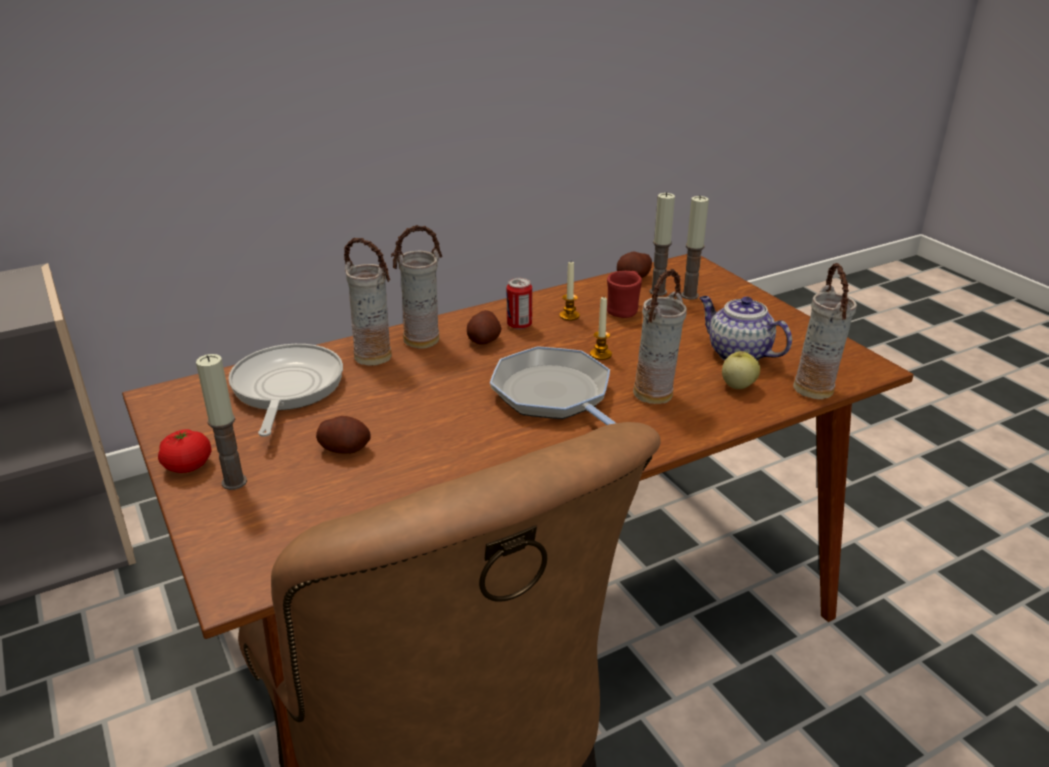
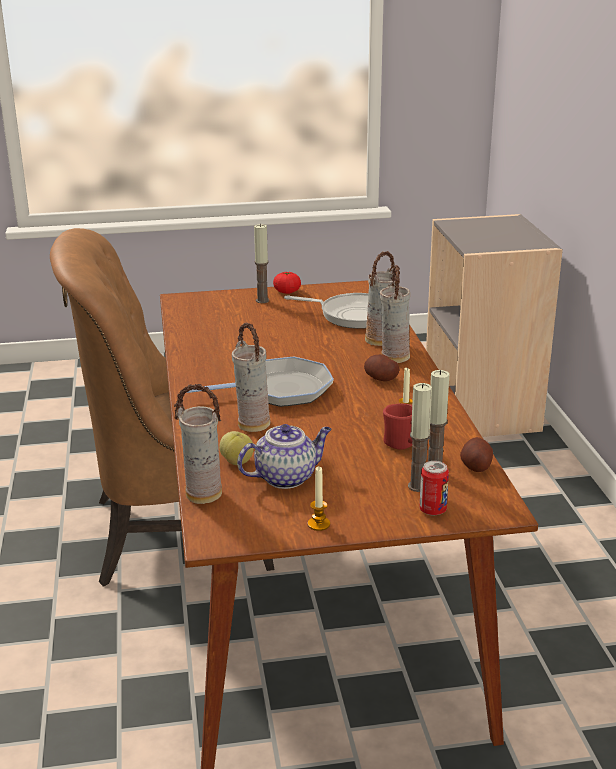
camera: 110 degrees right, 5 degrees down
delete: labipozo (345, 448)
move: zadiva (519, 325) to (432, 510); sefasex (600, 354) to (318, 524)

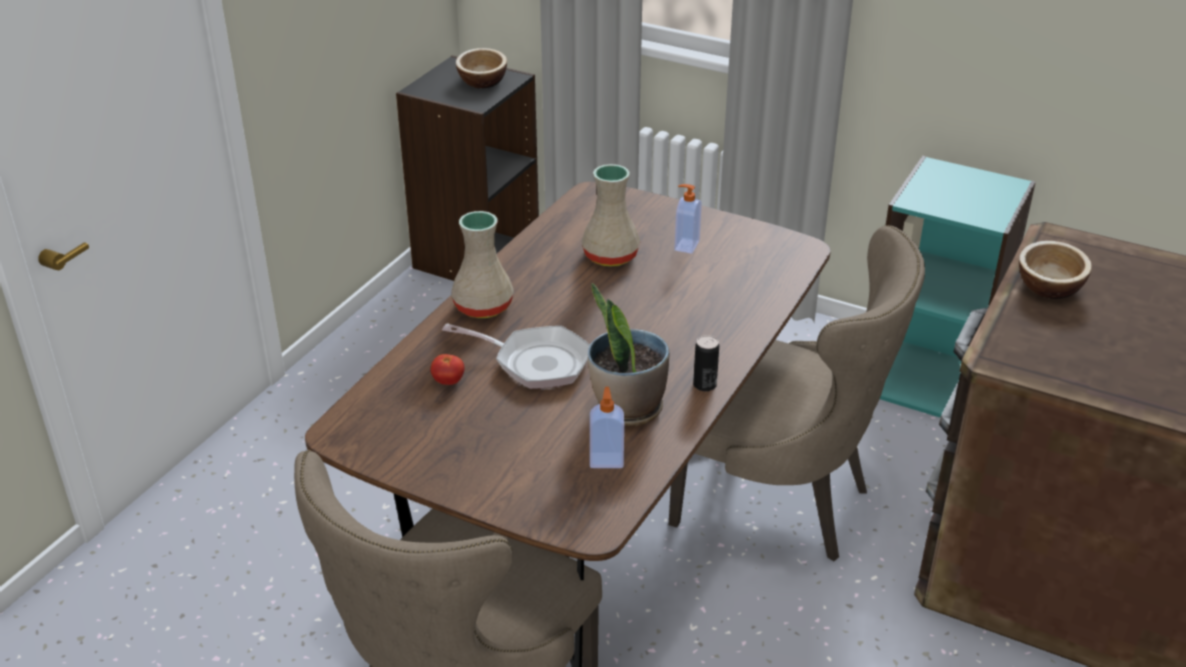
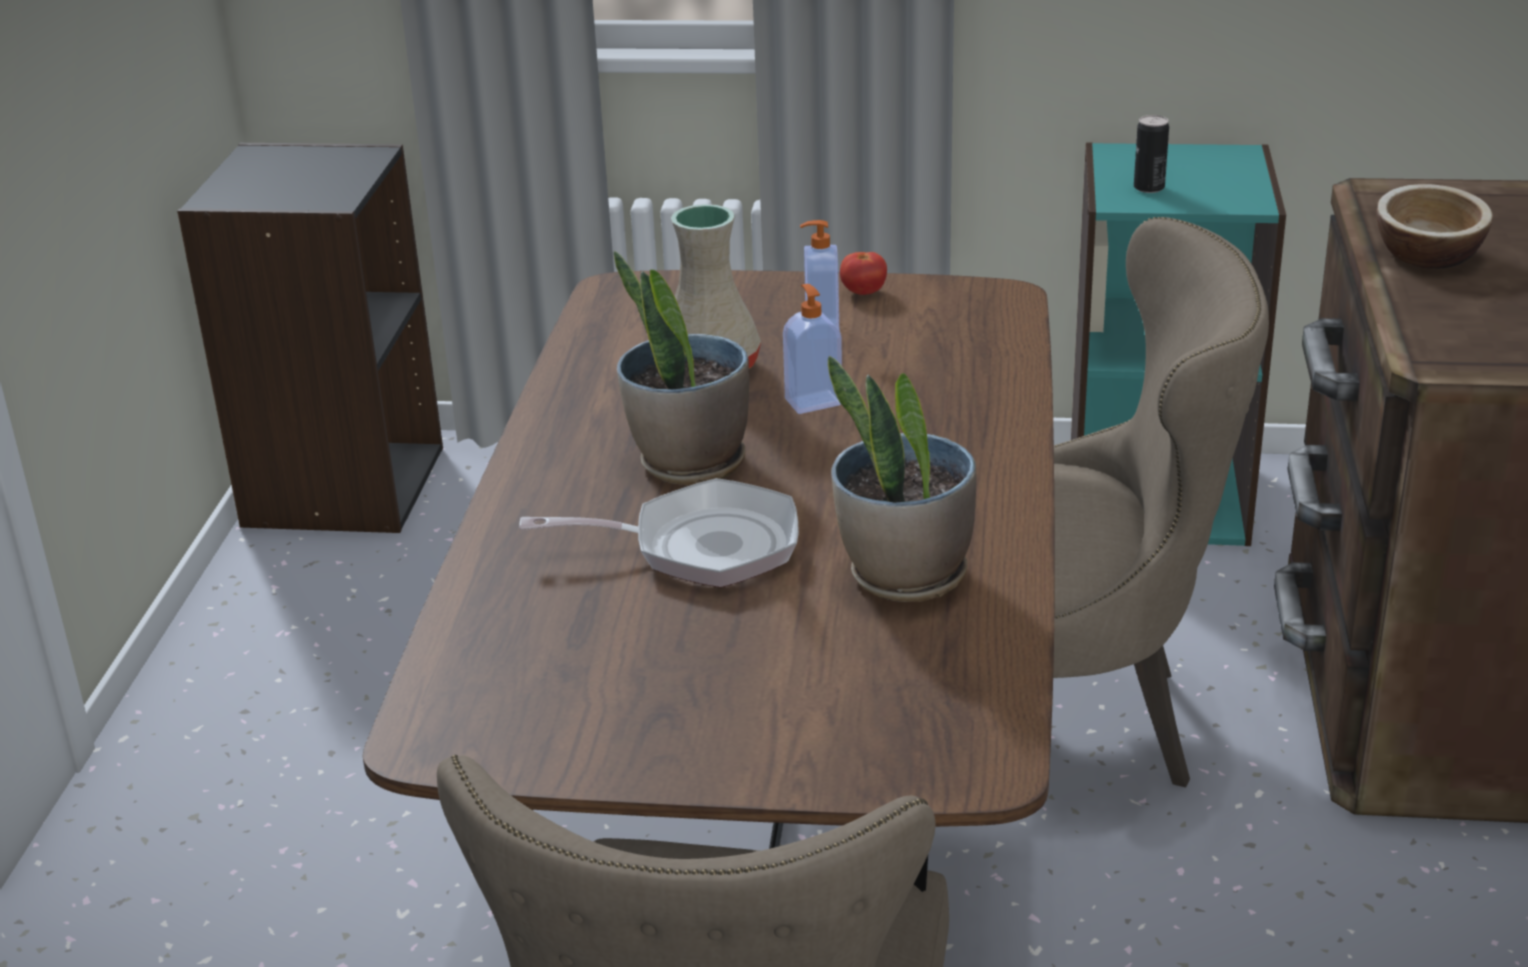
camera: 20 degrees left, 5 degrees down
delete: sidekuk (482, 81); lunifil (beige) (484, 306)
insert: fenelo (689, 463)
move: zadiva (704, 385) to (1149, 187); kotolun (448, 381) to (863, 292); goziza (606, 459) to (812, 401)

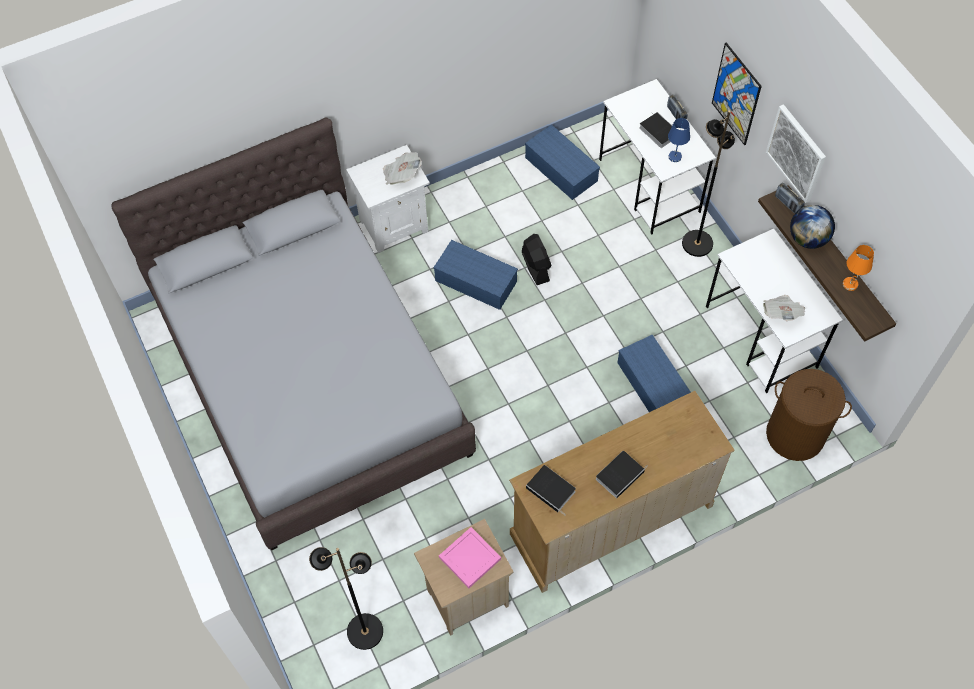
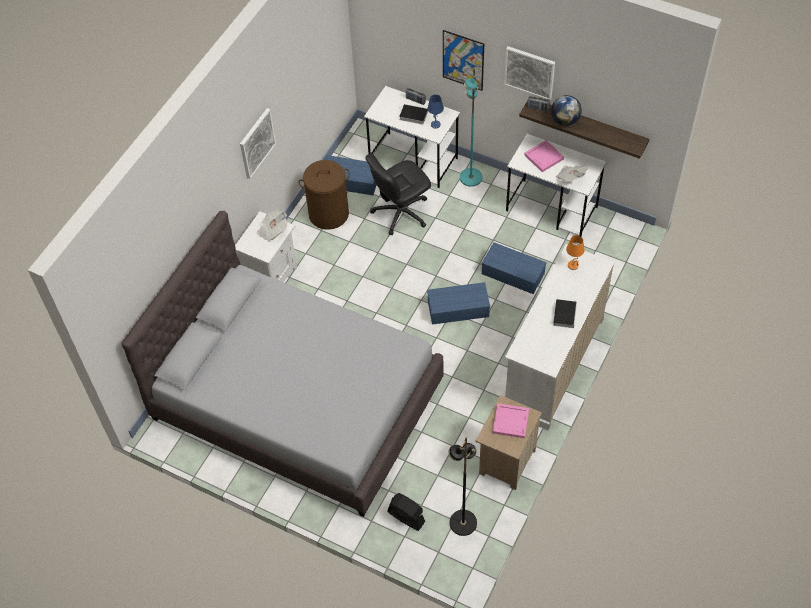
camera: 35 degrees left, 5 degrees down
delete: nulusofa (552, 490)
insert: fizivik (256, 143); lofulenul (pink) (544, 156); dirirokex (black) (400, 212)
move: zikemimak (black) (535, 266) to (406, 516); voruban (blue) (474, 281) to (457, 309); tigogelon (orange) (850, 284) to (573, 265); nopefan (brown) (795, 434) to (328, 214)
recolor: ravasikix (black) (696, 243) to ravasikix (turquoise) (470, 177); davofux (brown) (610, 520) to davofux (white) (552, 364)

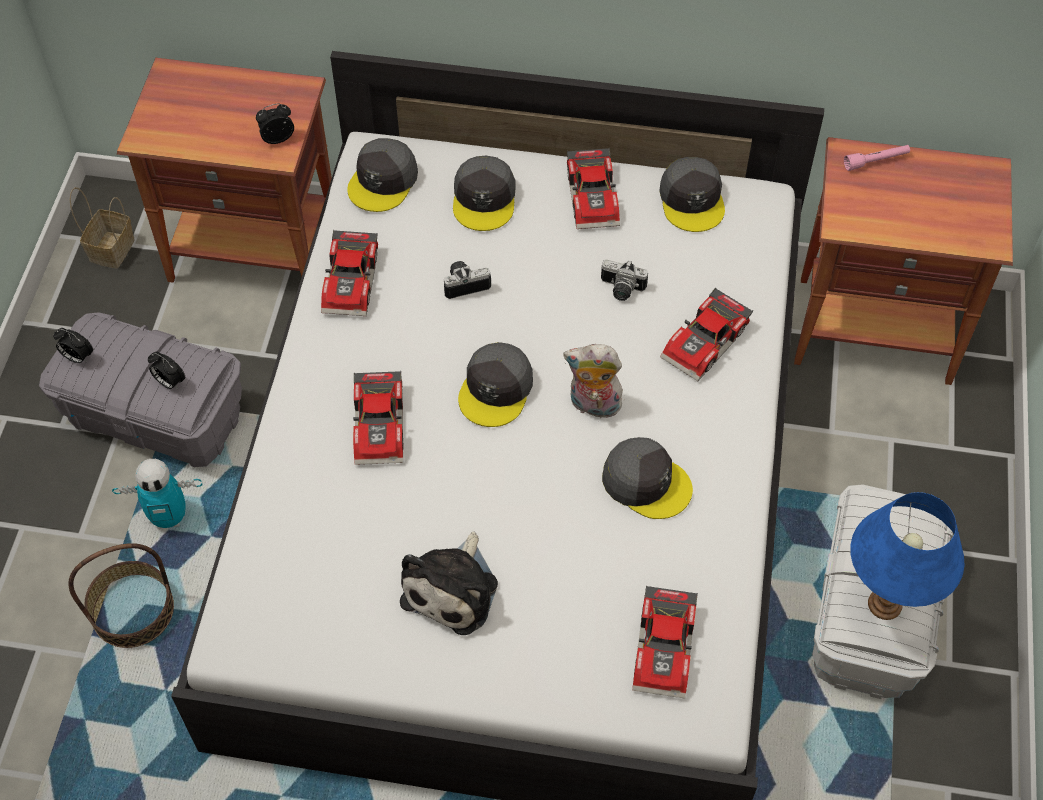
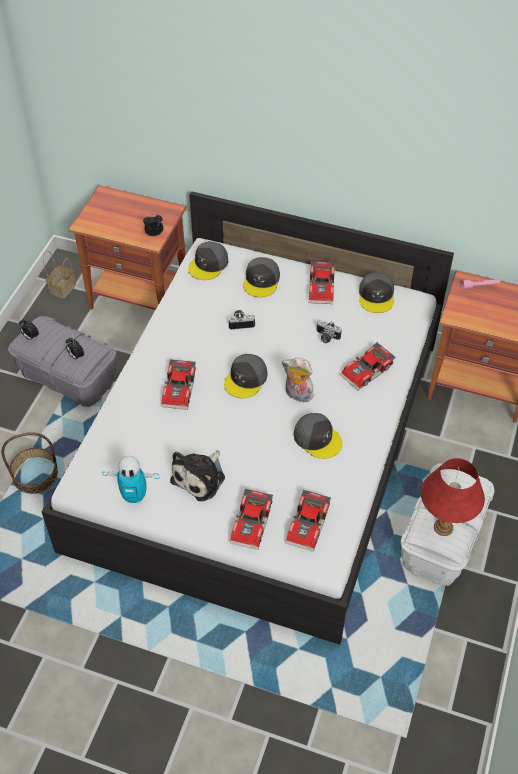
camera: 10 degrees right, 5 degrees down
move: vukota (353, 281) to (253, 523); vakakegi (169, 517) to (134, 496)
recolor: tigogelon (blue) (885, 603) to tigogelon (red) (443, 527)

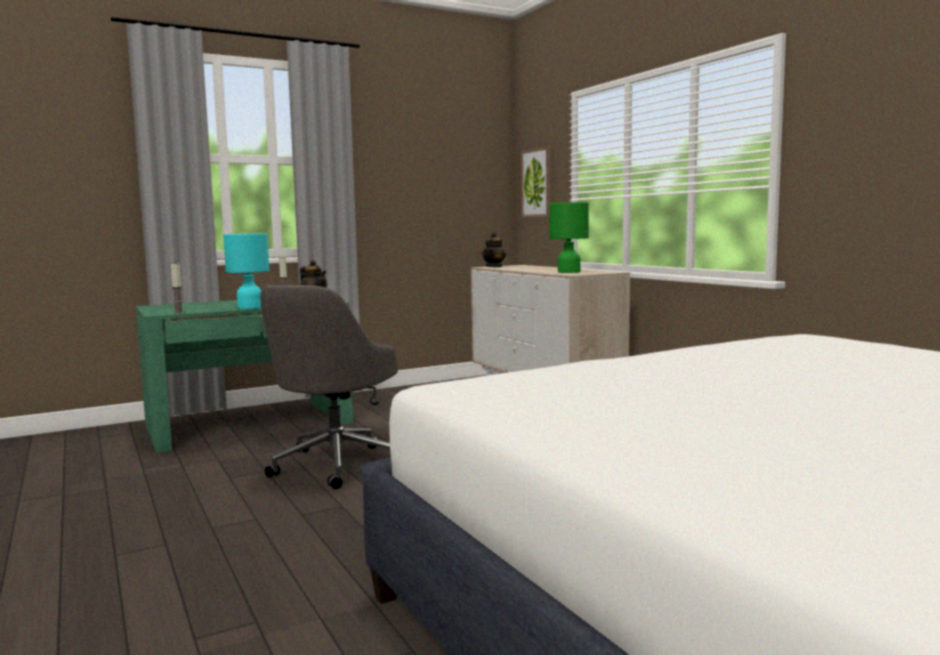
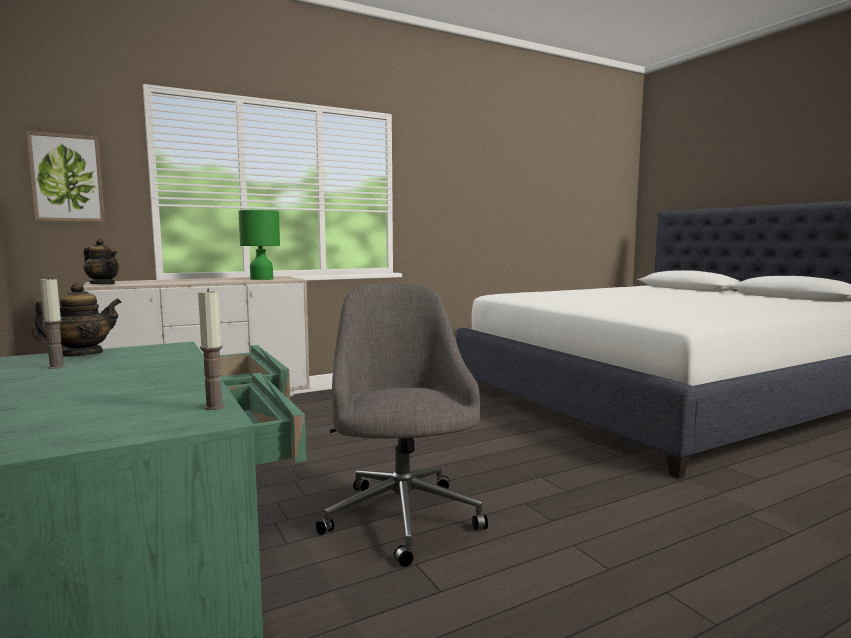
camera: 90 degrees left, 0 degrees up
delete: tigogelon (turquoise) (249, 307)
rotate: dirirokex (grey) (336, 465) = (401, 516) 120 degrees counterclockwise

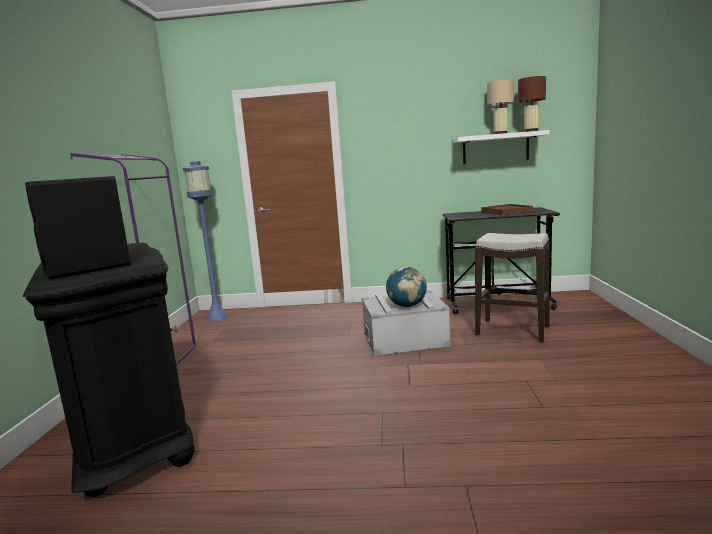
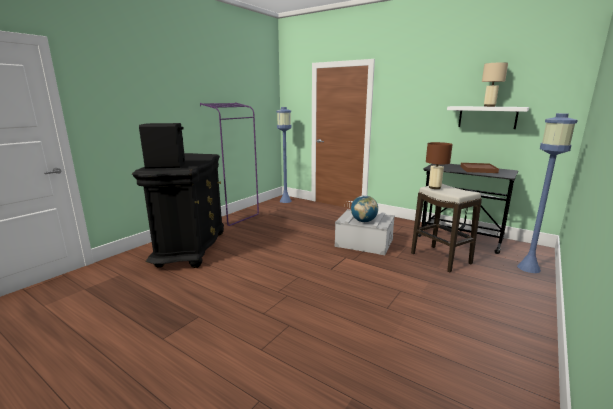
camera: 30 degrees right, 5 degrees up
insert: ravasikix (blue) (528, 268)
move: tigogelon (brown) (531, 131) to (435, 188)

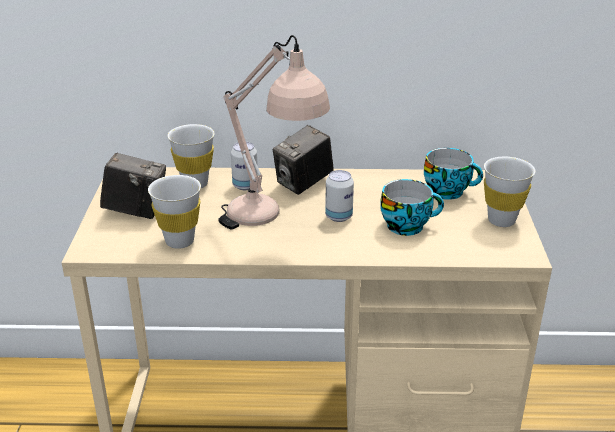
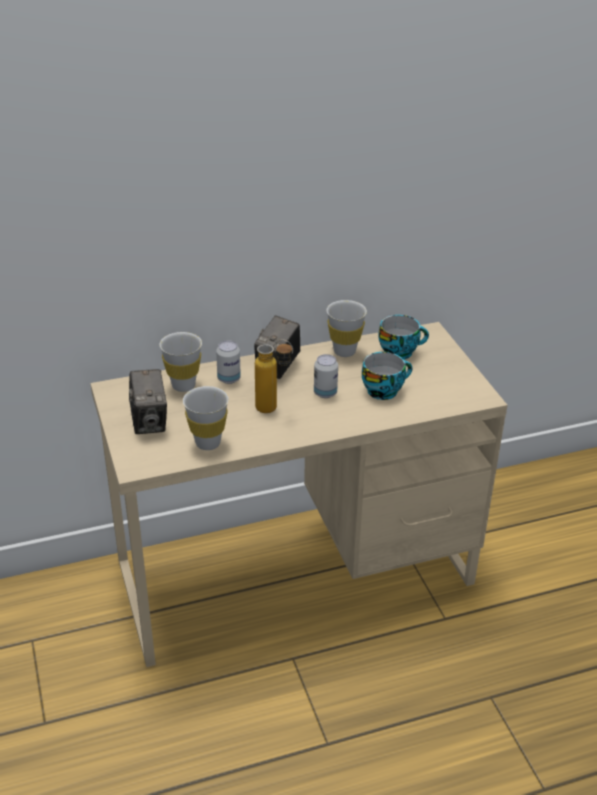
camera: 20 degrees left, 5 degrees up
move: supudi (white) (501, 220) to (344, 351)
replace: tigogelon (beige) (272, 223) to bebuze (274, 410)
rotate: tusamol (136, 210) = (149, 422) 90 degrees clockwise

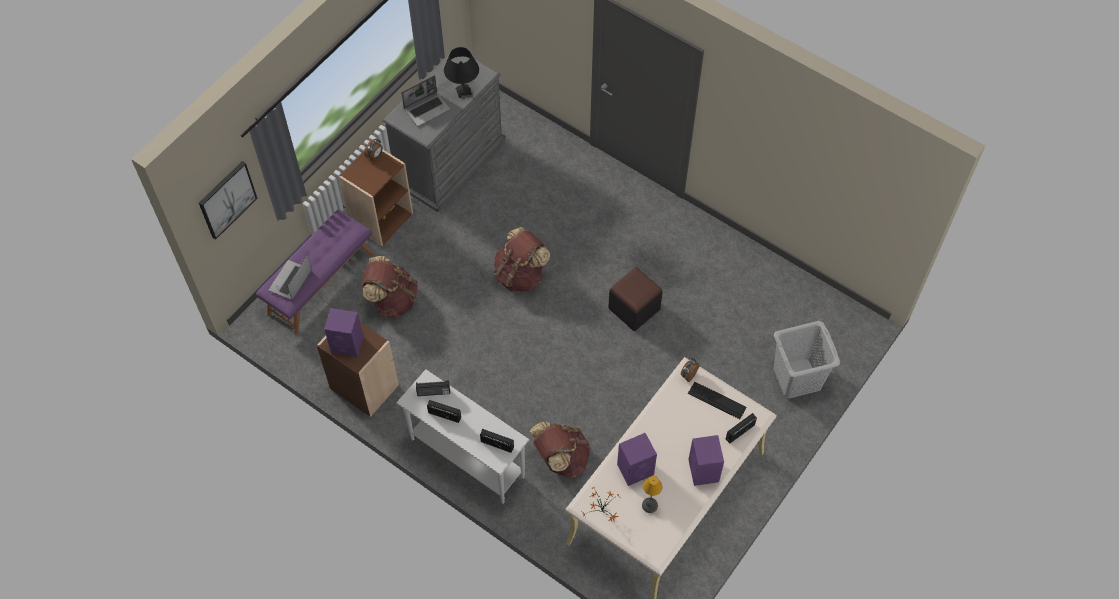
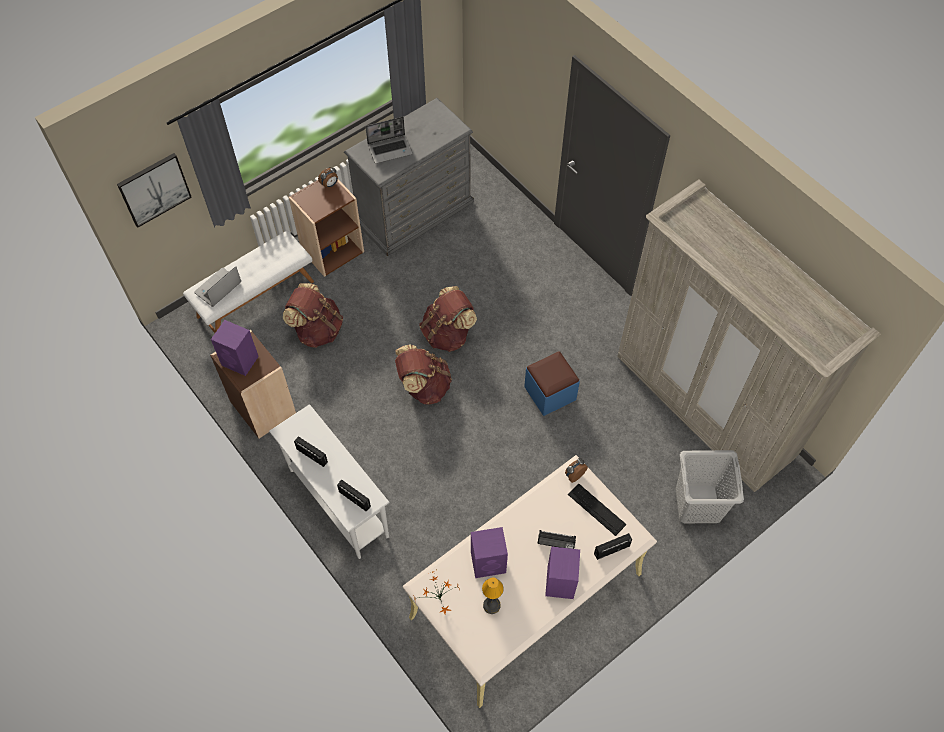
camera: 15 degrees right, 0 degrees up
delete: tigogelon (black) (463, 91)
insert: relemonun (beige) (705, 406)
move: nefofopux (433, 393) to (555, 544); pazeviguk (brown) (561, 459) to (423, 386)
recolor: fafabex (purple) (320, 283) to fafabex (white) (255, 298); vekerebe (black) (634, 308) to vekerebe (blue) (550, 393)

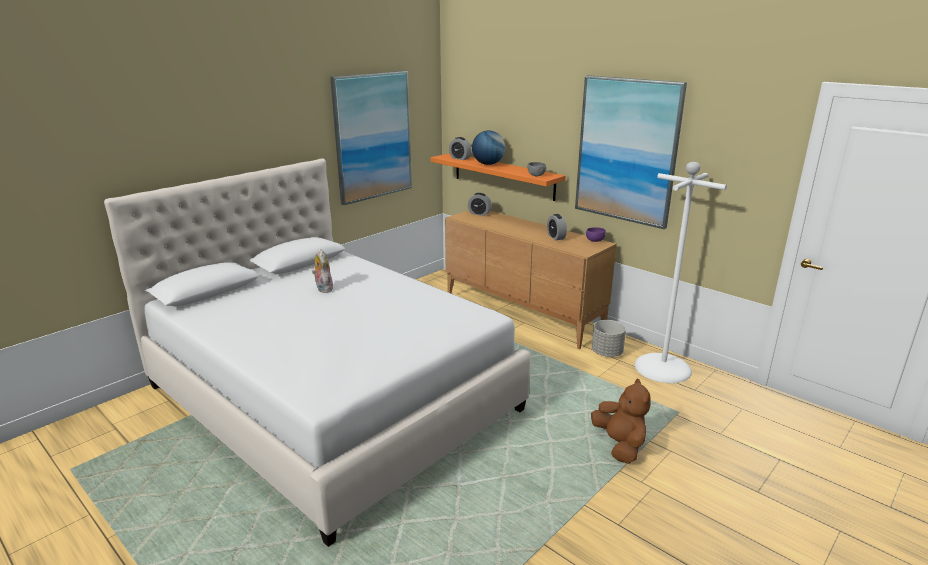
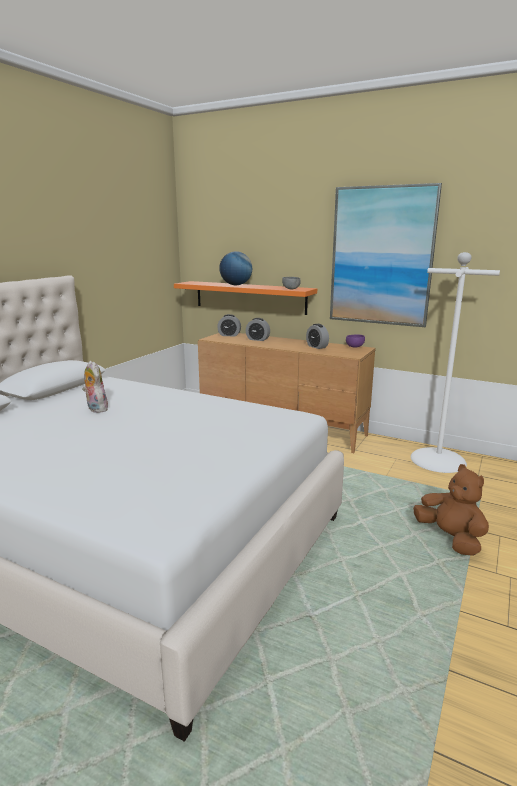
camera: 15 degrees left, 5 degrees down
delete: fizivik (373, 137); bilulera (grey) (607, 353)
move: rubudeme (460, 158) to (257, 339)

